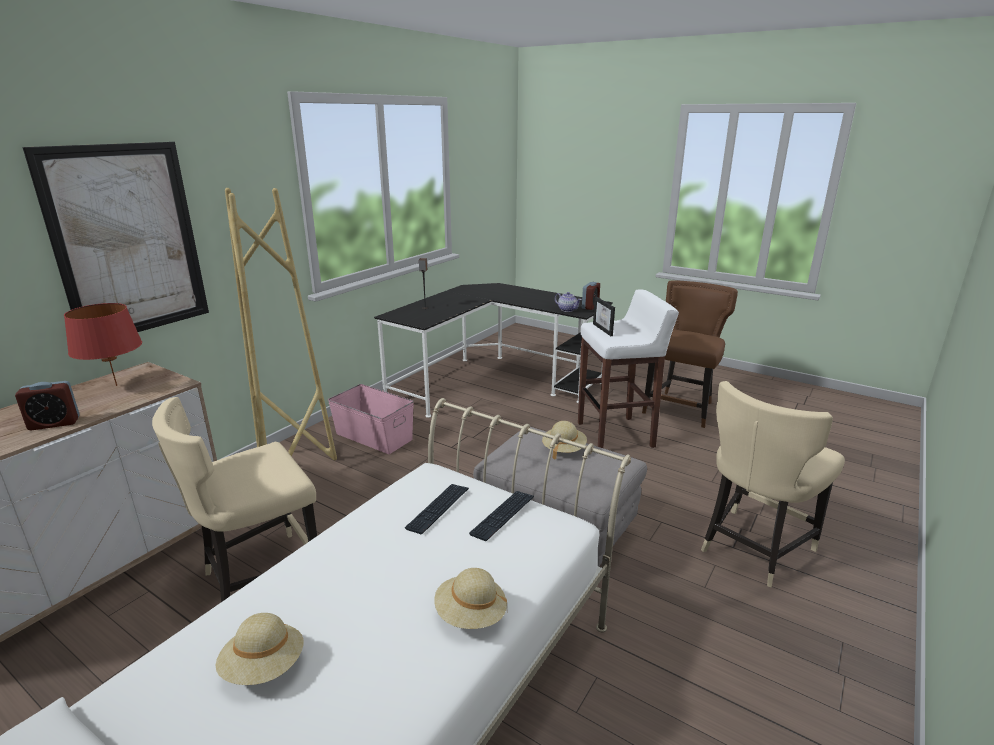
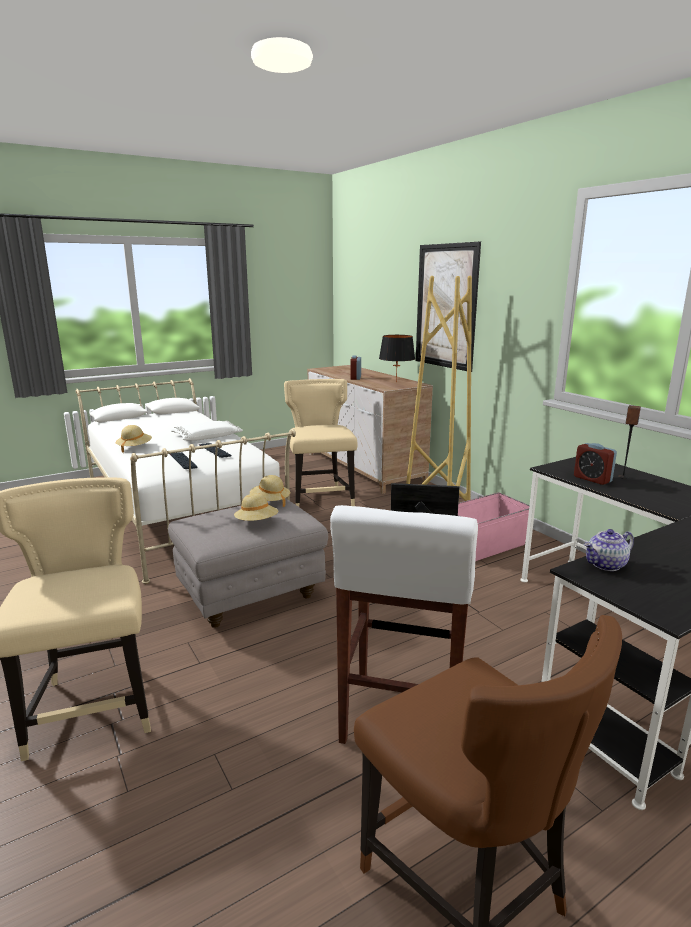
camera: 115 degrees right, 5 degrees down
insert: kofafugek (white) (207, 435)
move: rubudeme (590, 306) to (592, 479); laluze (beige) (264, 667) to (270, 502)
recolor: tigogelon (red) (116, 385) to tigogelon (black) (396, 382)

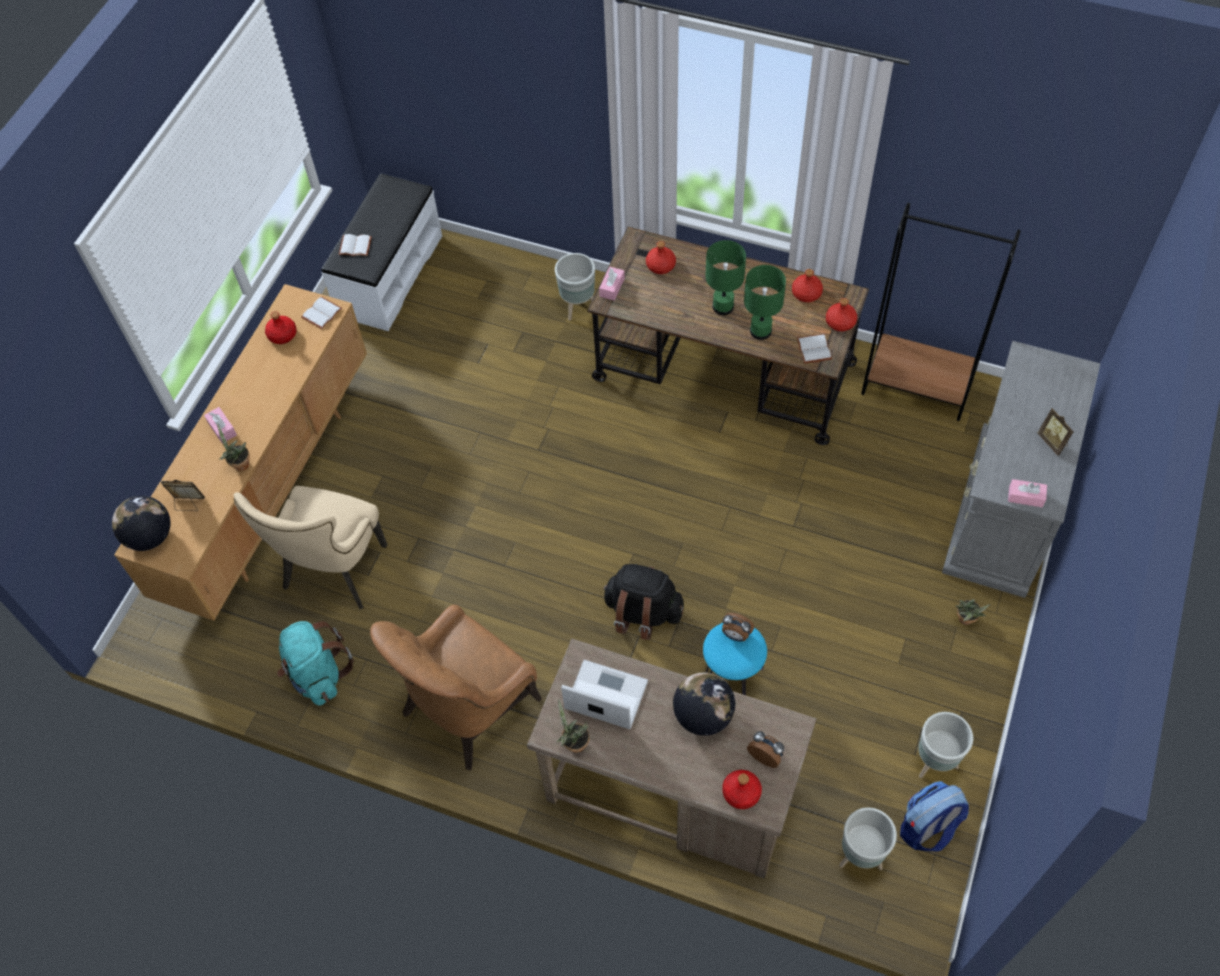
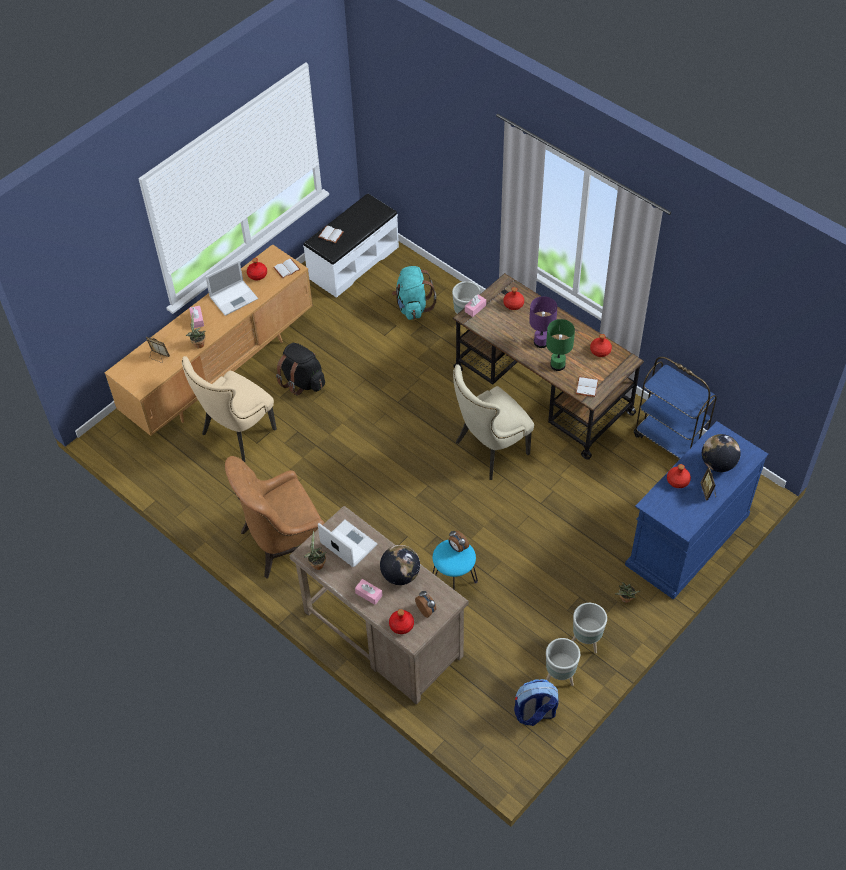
camera: 20 degrees right, 5 degrees down
insert: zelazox (234, 297); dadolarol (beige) (490, 450)
move: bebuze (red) (841, 322) to (678, 481); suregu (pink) (1025, 497) to (369, 594); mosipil (150, 536) to (718, 463); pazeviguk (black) (643, 612) to (302, 381); pazeviguk (turquoise) (317, 674) to (413, 306); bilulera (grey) (861, 855) to (586, 641)
replace: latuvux (916, 386) to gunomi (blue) (669, 442)
recolor: tigogelon (green) (723, 307) to tigogelon (purple) (541, 342); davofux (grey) (1003, 510) to davofux (blue) (687, 540)

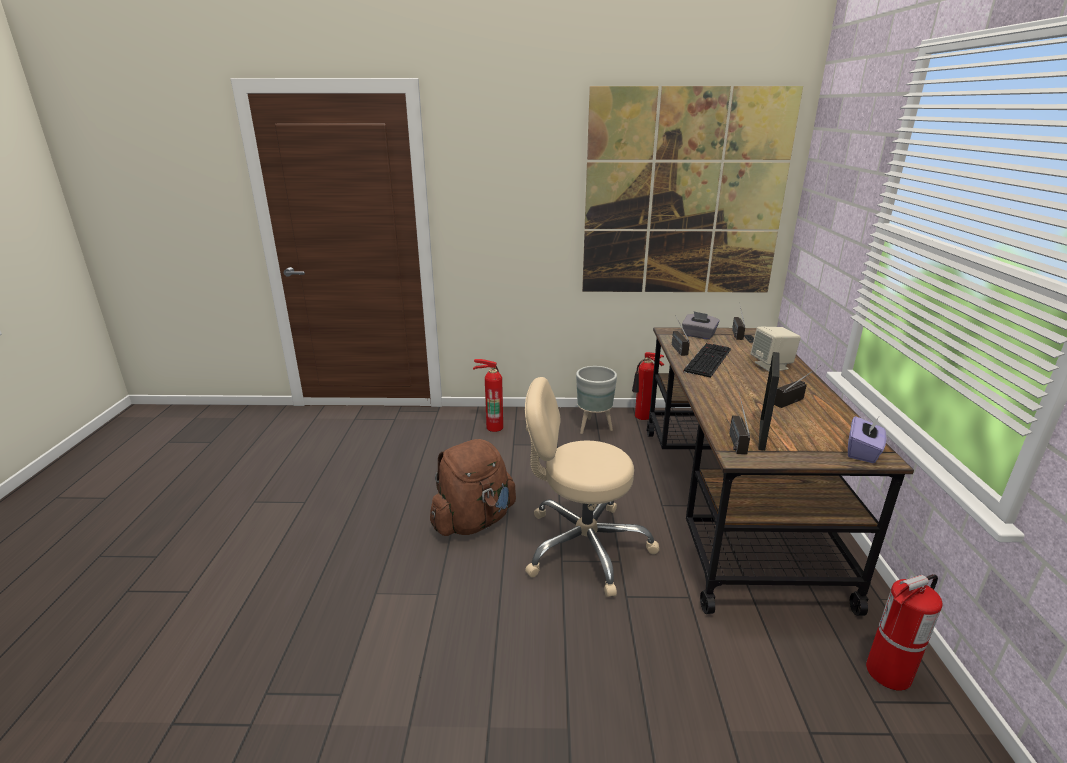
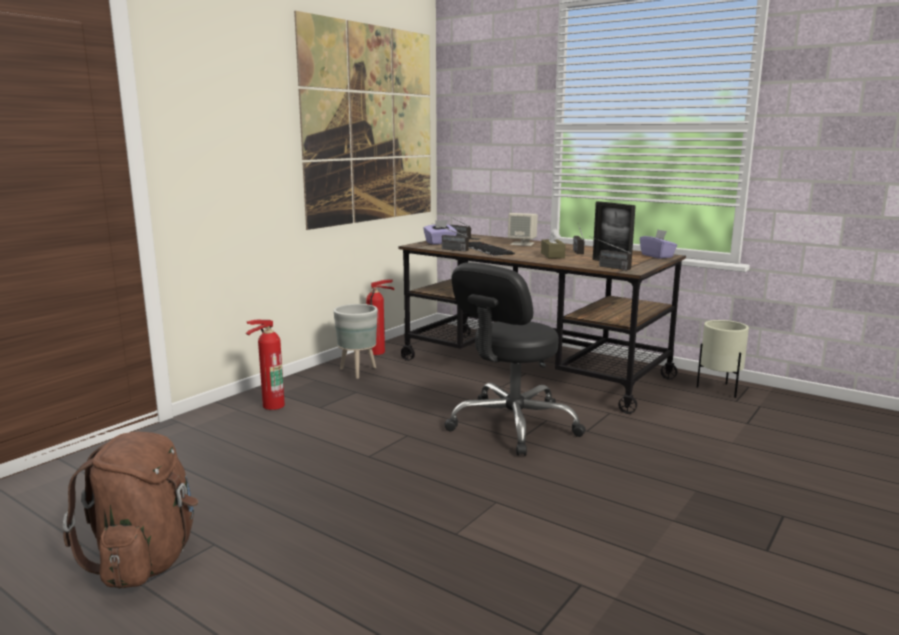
camera: 55 degrees left, 10 degrees down
insert: suregu (brown) (552, 255)
move: pazeviguk (brown) (474, 521) to (146, 560)
replace: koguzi (888, 673) to bilulera (beige) (719, 390)
recolor: suregu (grey) (698, 335) to suregu (purple) (440, 243); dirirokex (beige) (579, 546) to dirirokex (black) (510, 427)

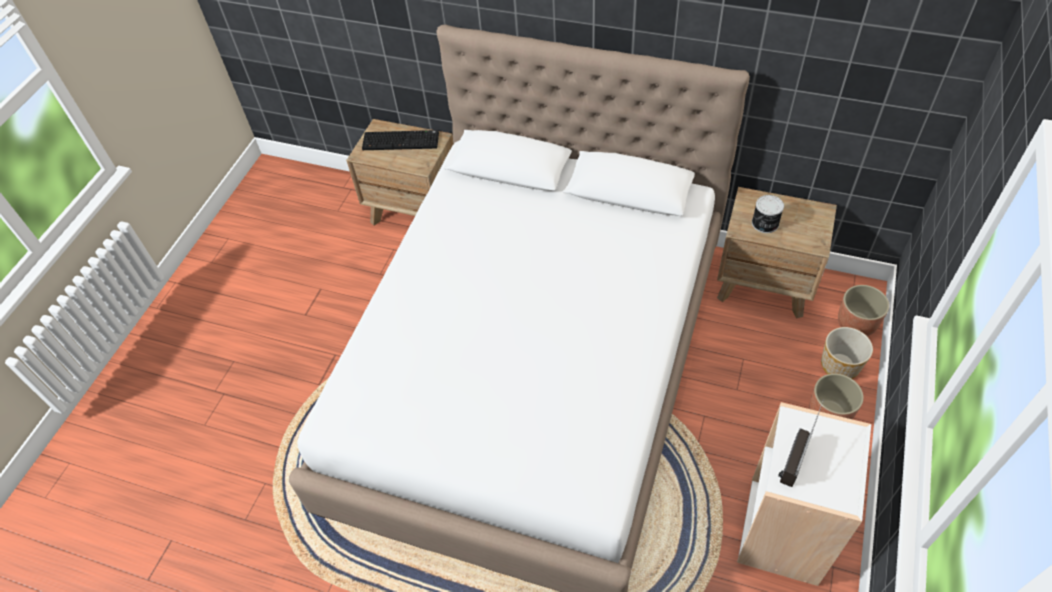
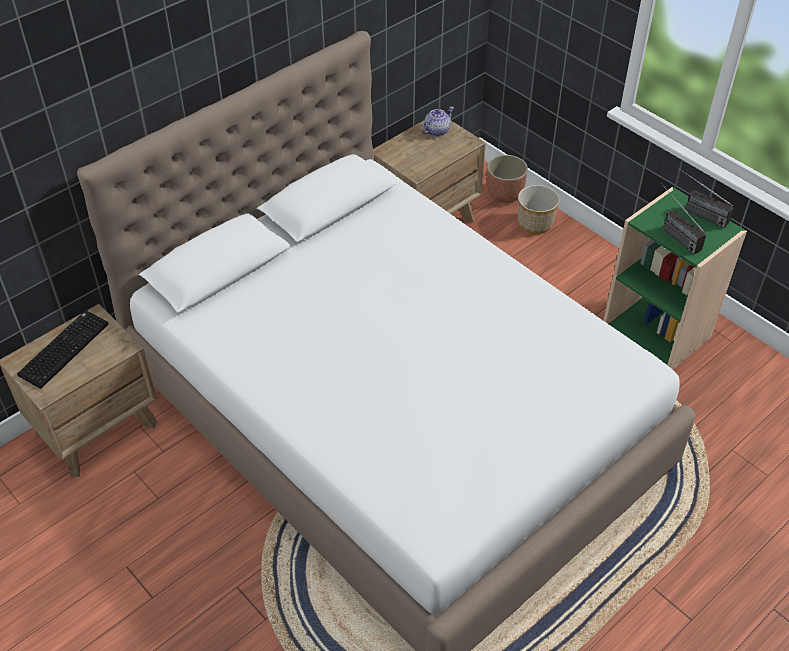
camera: 65 degrees left, 5 degrees down
delete: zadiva (765, 223); bilulera (829, 413)
insert: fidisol (437, 130); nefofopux (695, 212)
recolor: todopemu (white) (784, 531) to todopemu (green) (658, 332)

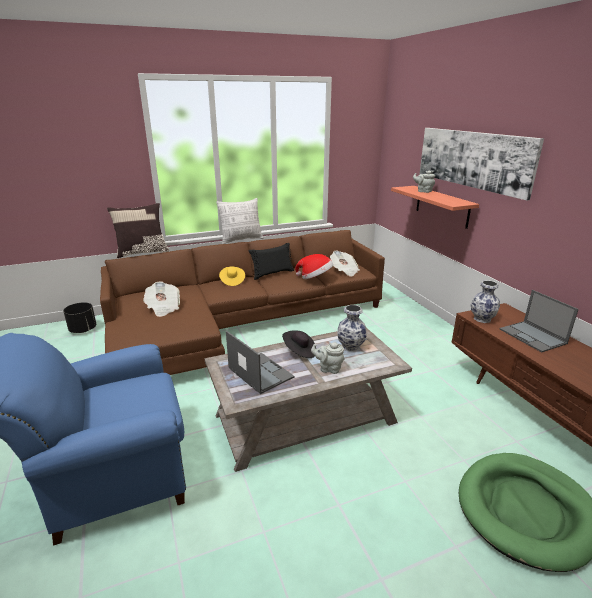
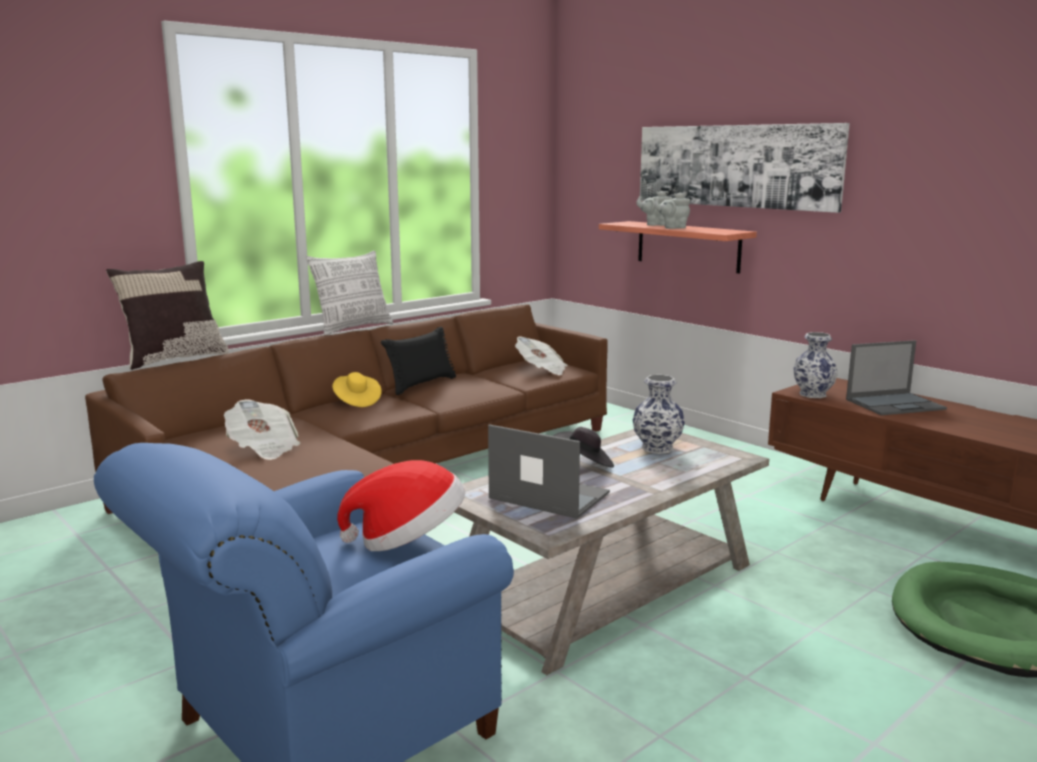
camera: 20 degrees left, 10 degrees down
delete: bilulera (black) (83, 330)
move: laluze (315, 278) to (408, 541); fidisol (grey) (328, 368) to (673, 228)
rotate: zelazox (533, 336) = (895, 404) 60 degrees counterclockwise

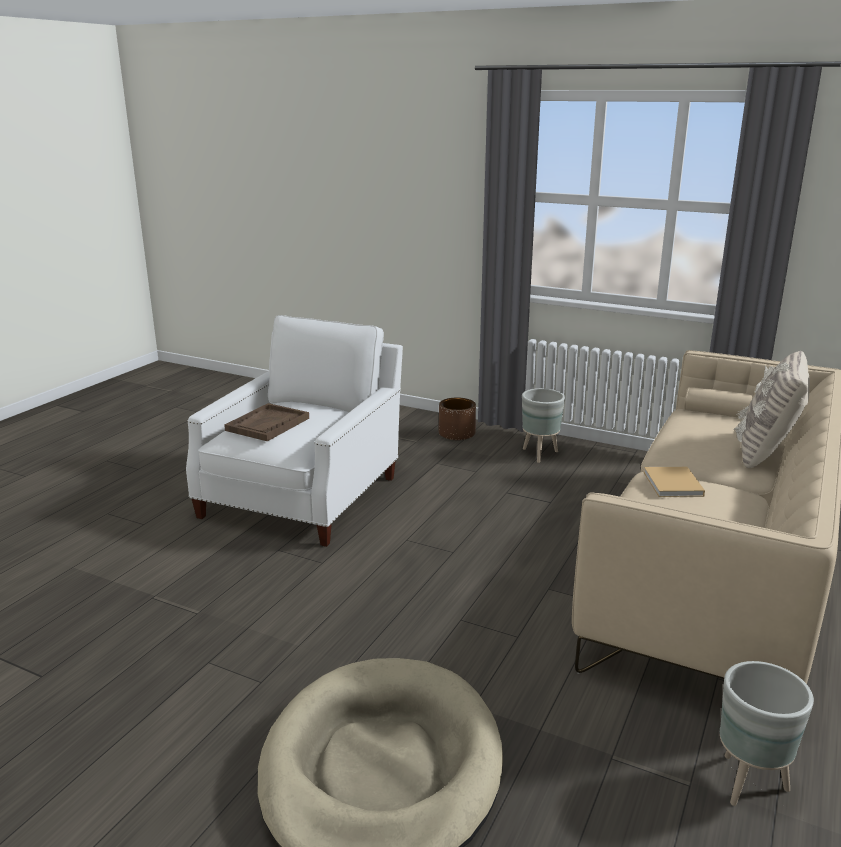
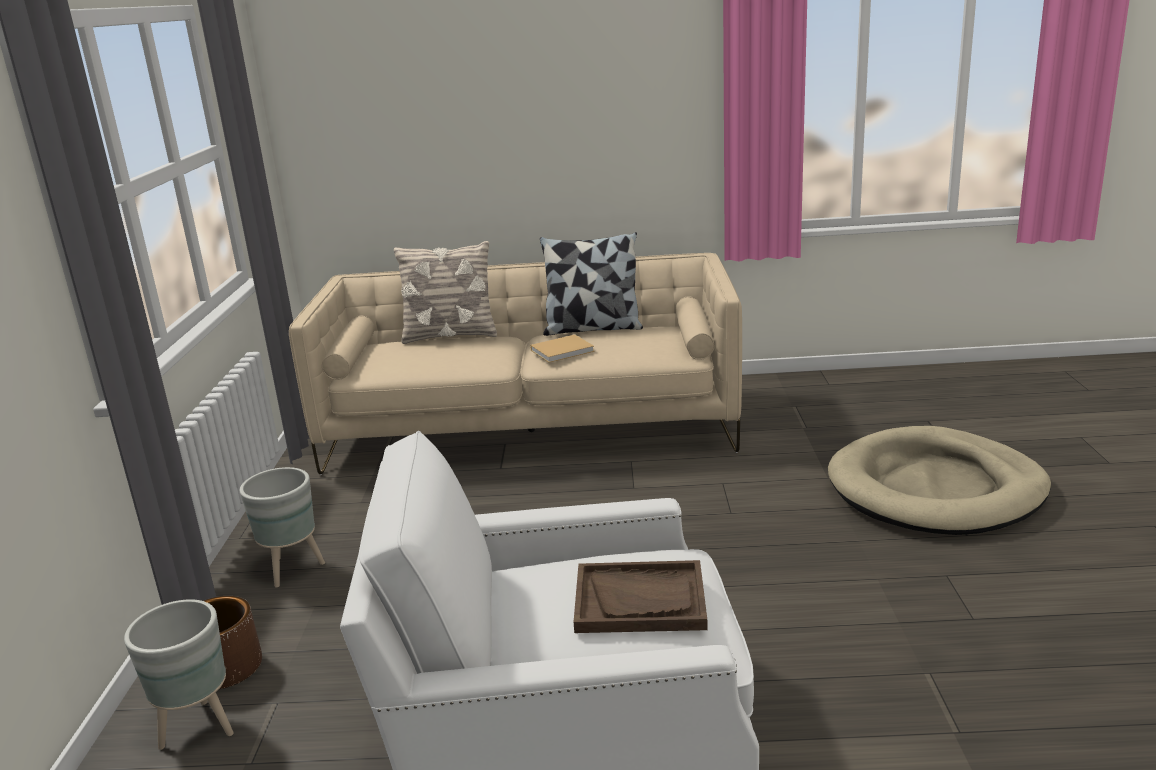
camera: 115 degrees left, 0 degrees up
insert: kofafugek (592, 328)
move: bilulera (grey) (749, 784) to (200, 727)

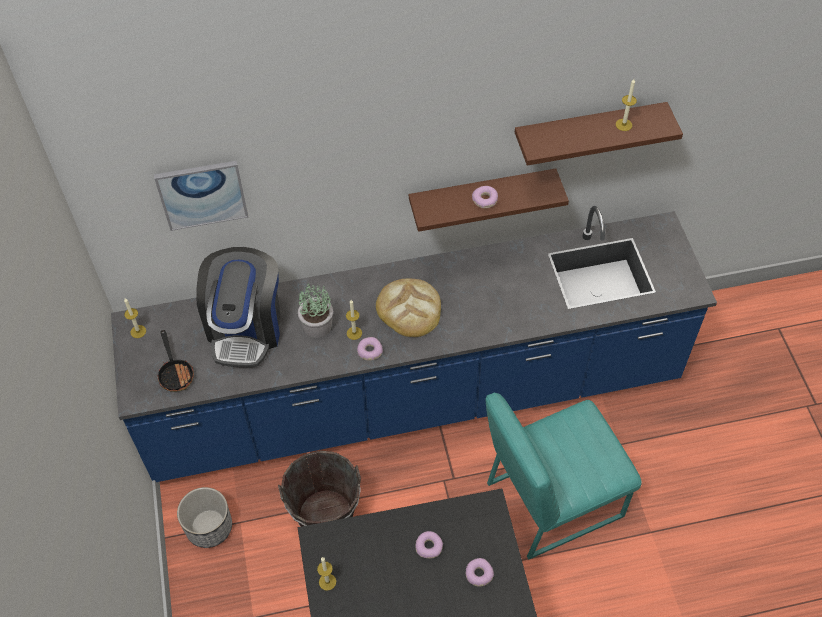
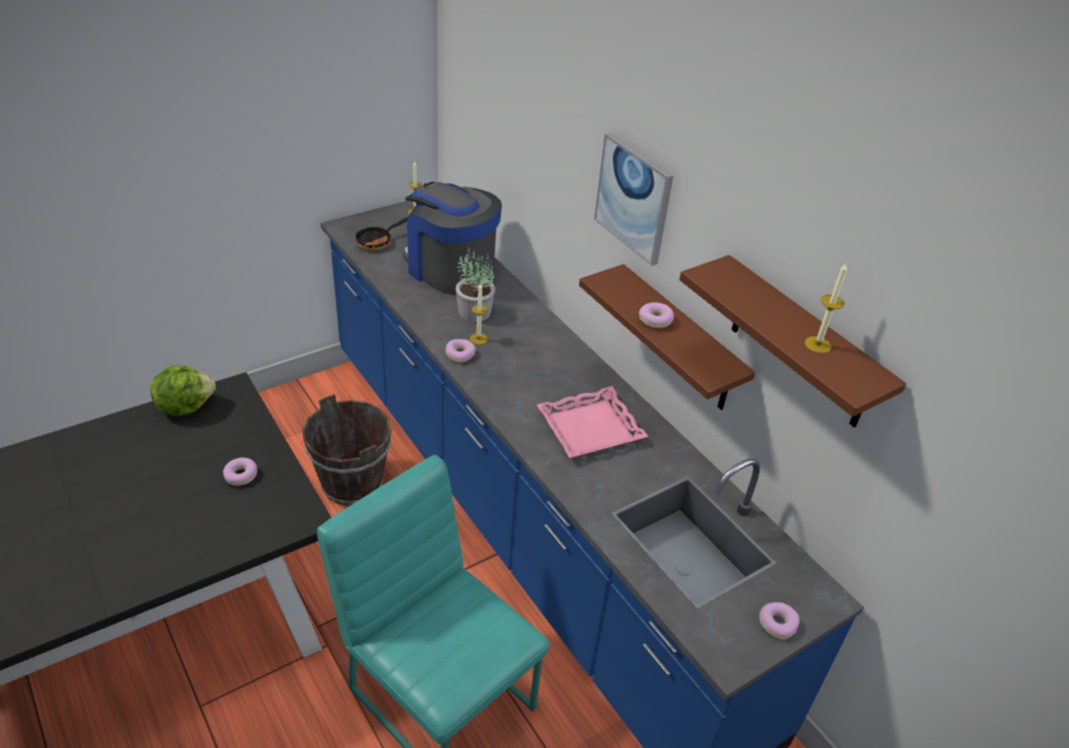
camera: 65 degrees right, 15 degrees down
delete: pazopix (409, 309); bilulera (209, 527)
insert: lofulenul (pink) (590, 428)
move: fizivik (202, 194) to (634, 198); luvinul (478, 574) to (777, 624)
replace: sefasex (327, 582) to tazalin (185, 406)
rotate: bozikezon (246, 328) = (449, 269) 60 degrees clockwise

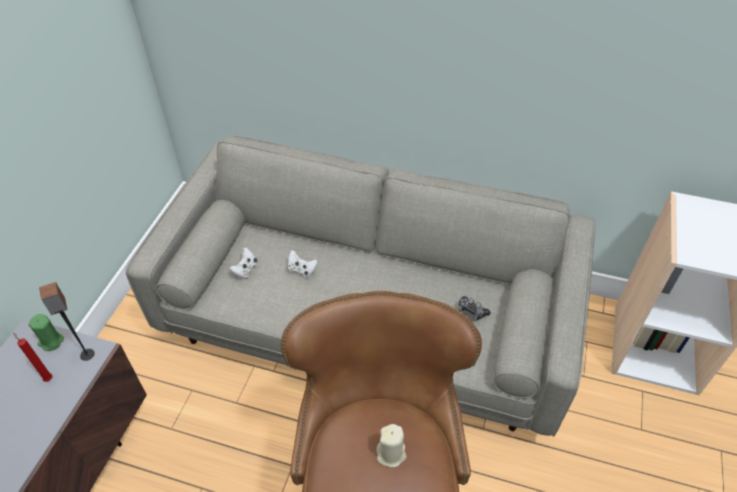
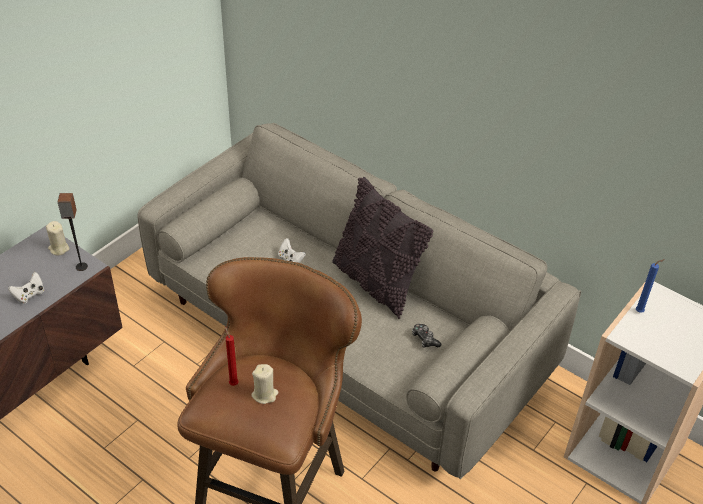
camera: 20 degrees right, 5 degrees down
insert: kofafugek (black) (376, 283); sefasex (blue) (640, 311)
move: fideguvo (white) (245, 270) to (29, 295); sefasex (red) (48, 378) to (233, 383)
recolor: sefasex (green) (51, 341) to sefasex (beige) (59, 249)

